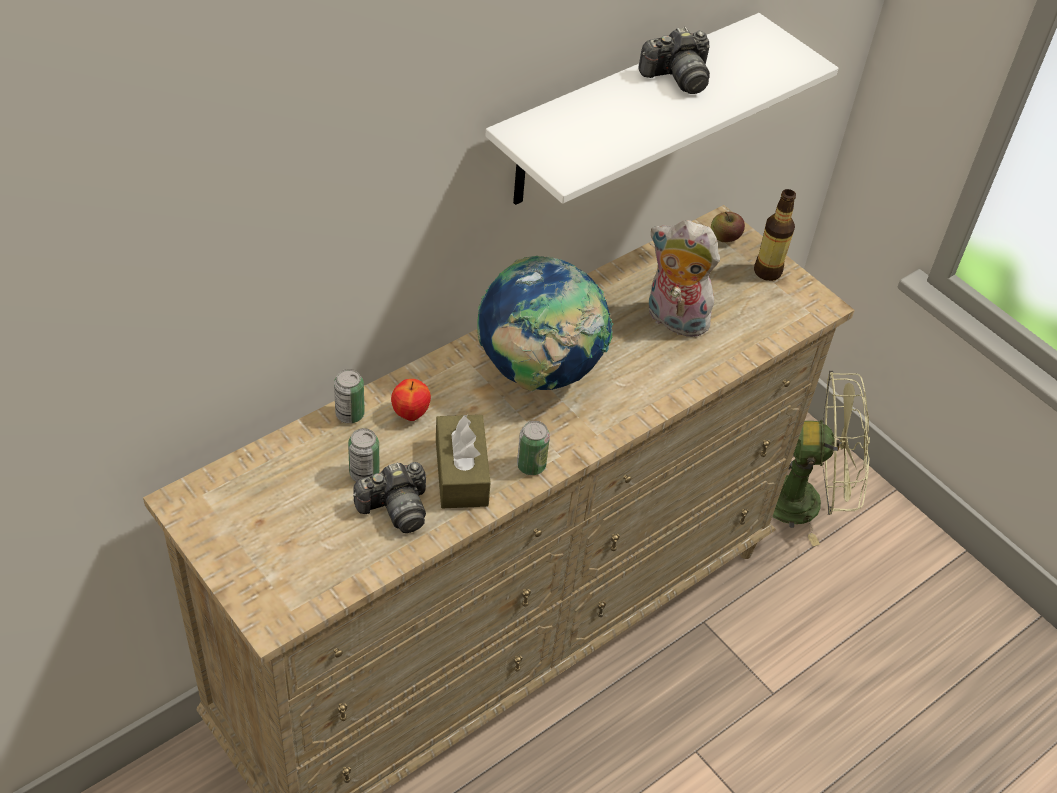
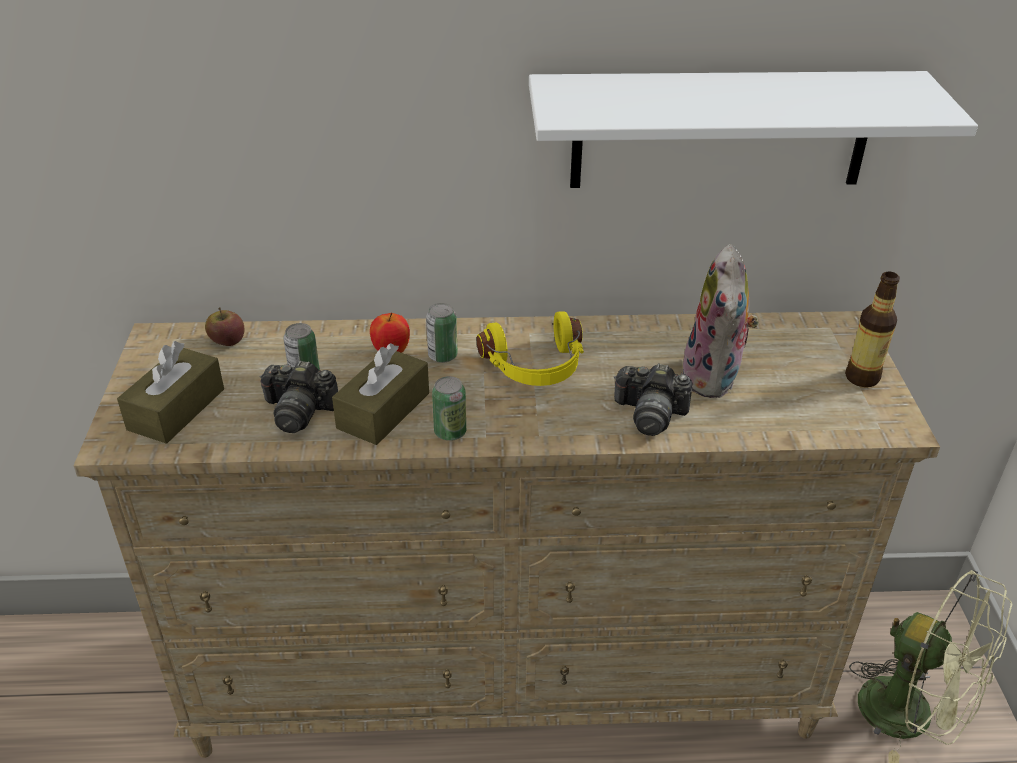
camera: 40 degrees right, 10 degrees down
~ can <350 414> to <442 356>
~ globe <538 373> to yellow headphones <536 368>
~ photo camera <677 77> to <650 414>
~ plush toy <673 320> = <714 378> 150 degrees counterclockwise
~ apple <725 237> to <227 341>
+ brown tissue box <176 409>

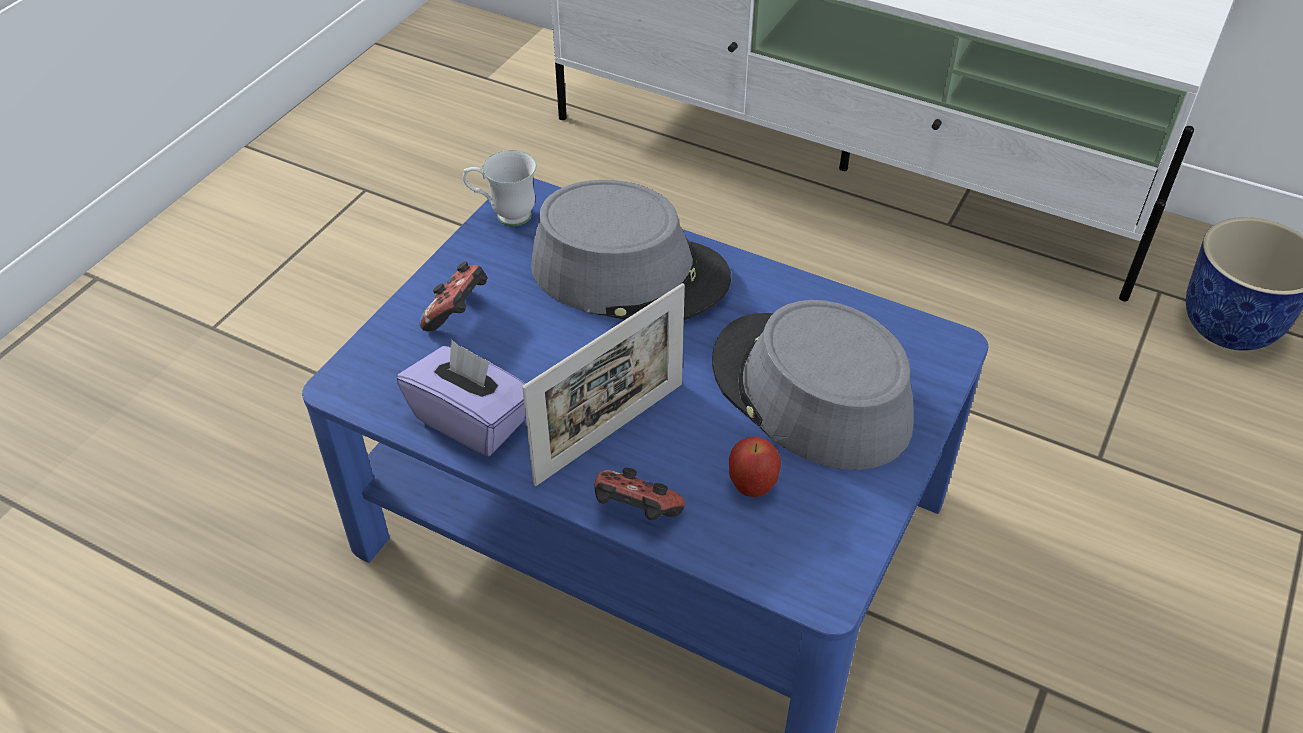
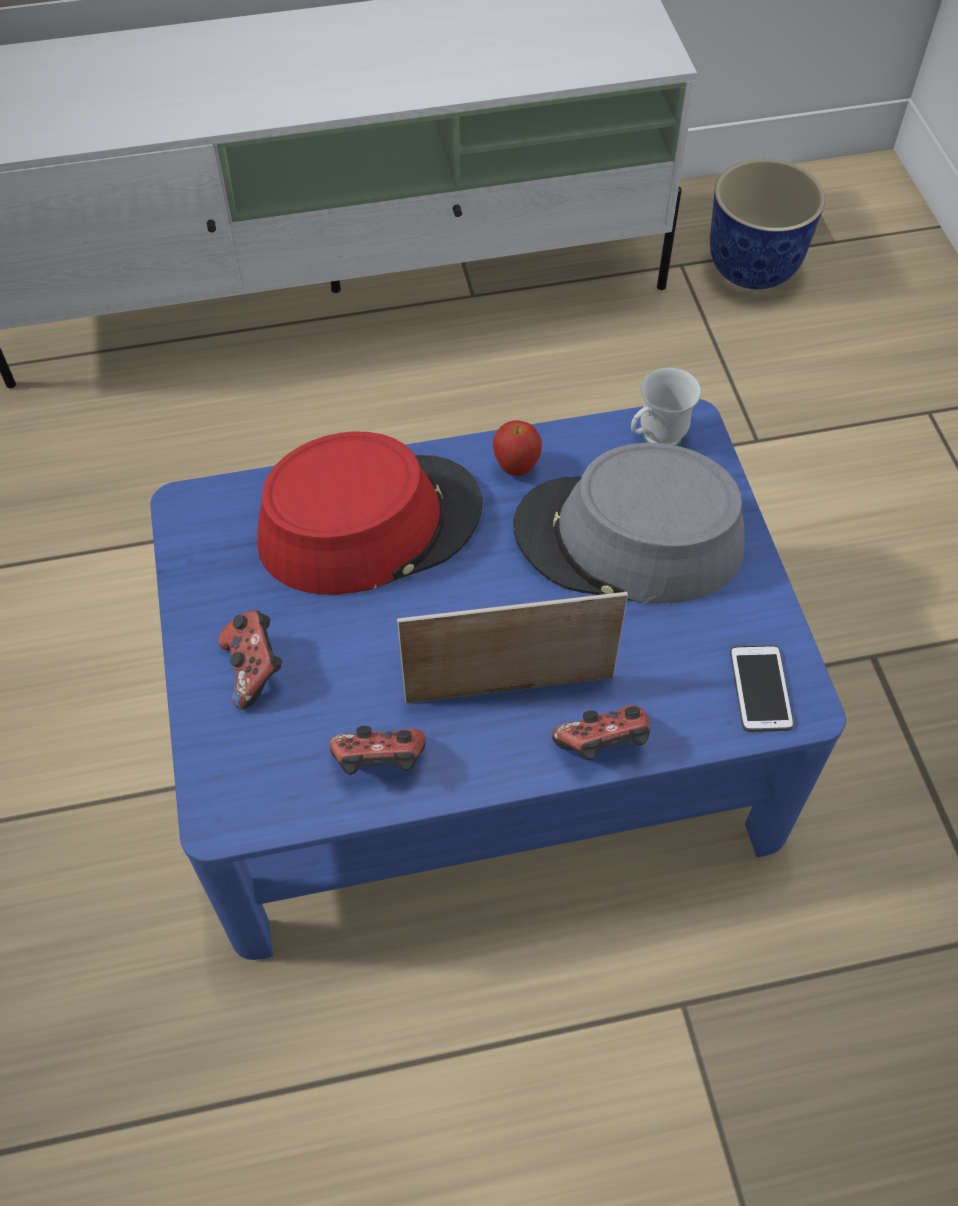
camera: 40 degrees left, 10 degrees up
~ purple tissue box <471 420> to game controller <380 764>
~ white mug <504 215> to <654 441>
~ picture frame <610 432> = <509 689> 105 degrees counterclockwise
~ grey hat <630 273> to red hat <370 524>
~ apple <752 487> to <516 467>
+ phone <760 689>

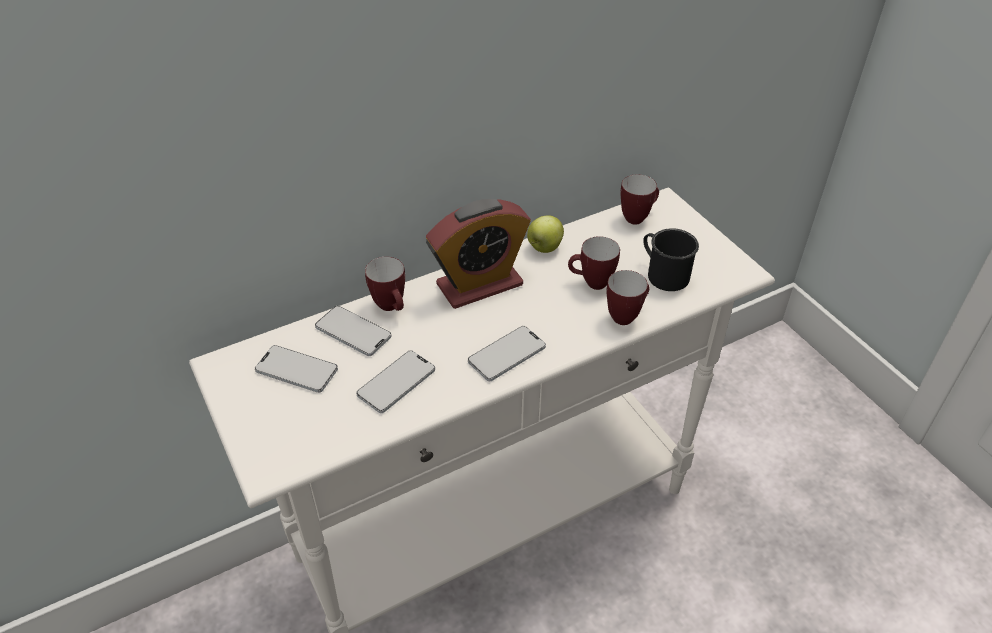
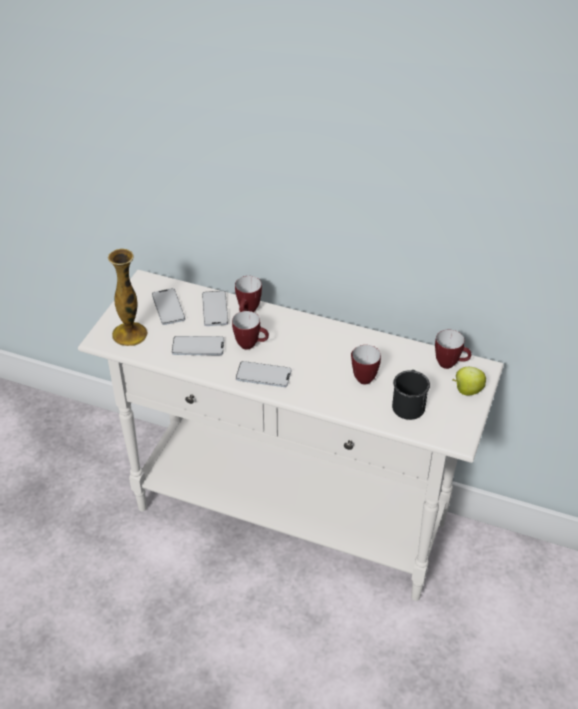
camera: 50 degrees right, 0 degrees up
- alarm clock <479 285>
~ apple <544 248> to <467 390>
~ mug <626 315> to <251 345>
+ vase <129 334>

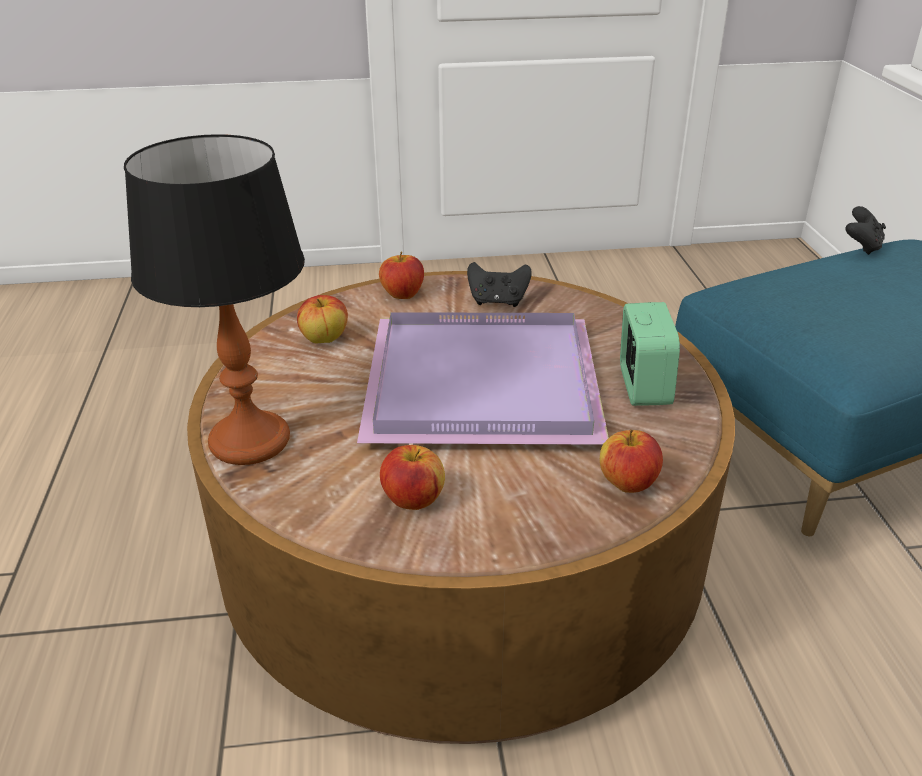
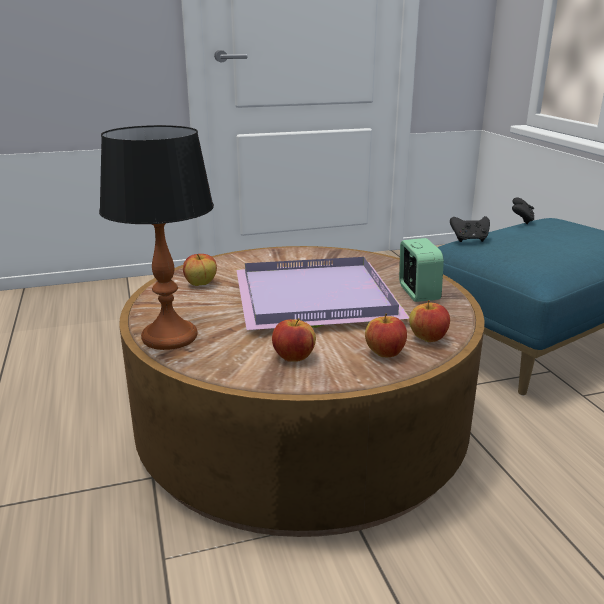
camera: 10 degrees left, 10 degrees down
~ apple <402 295> to <385 353>
~ black game controller <498 301> to <469 240>

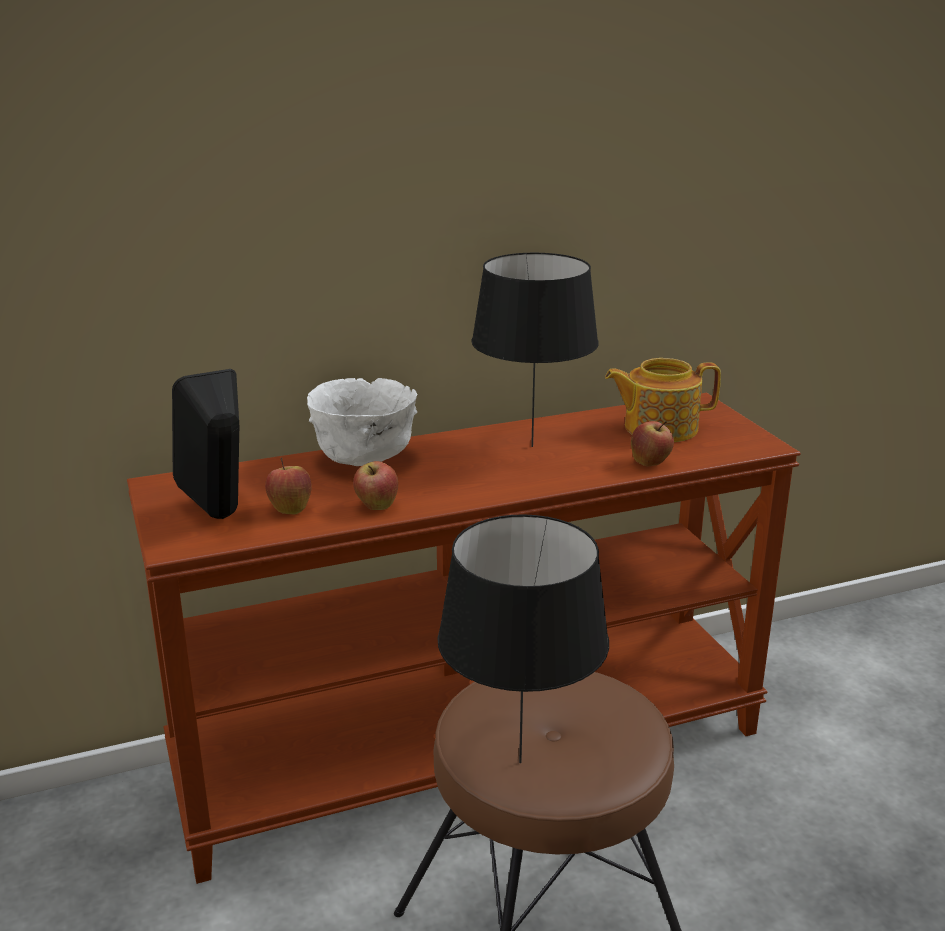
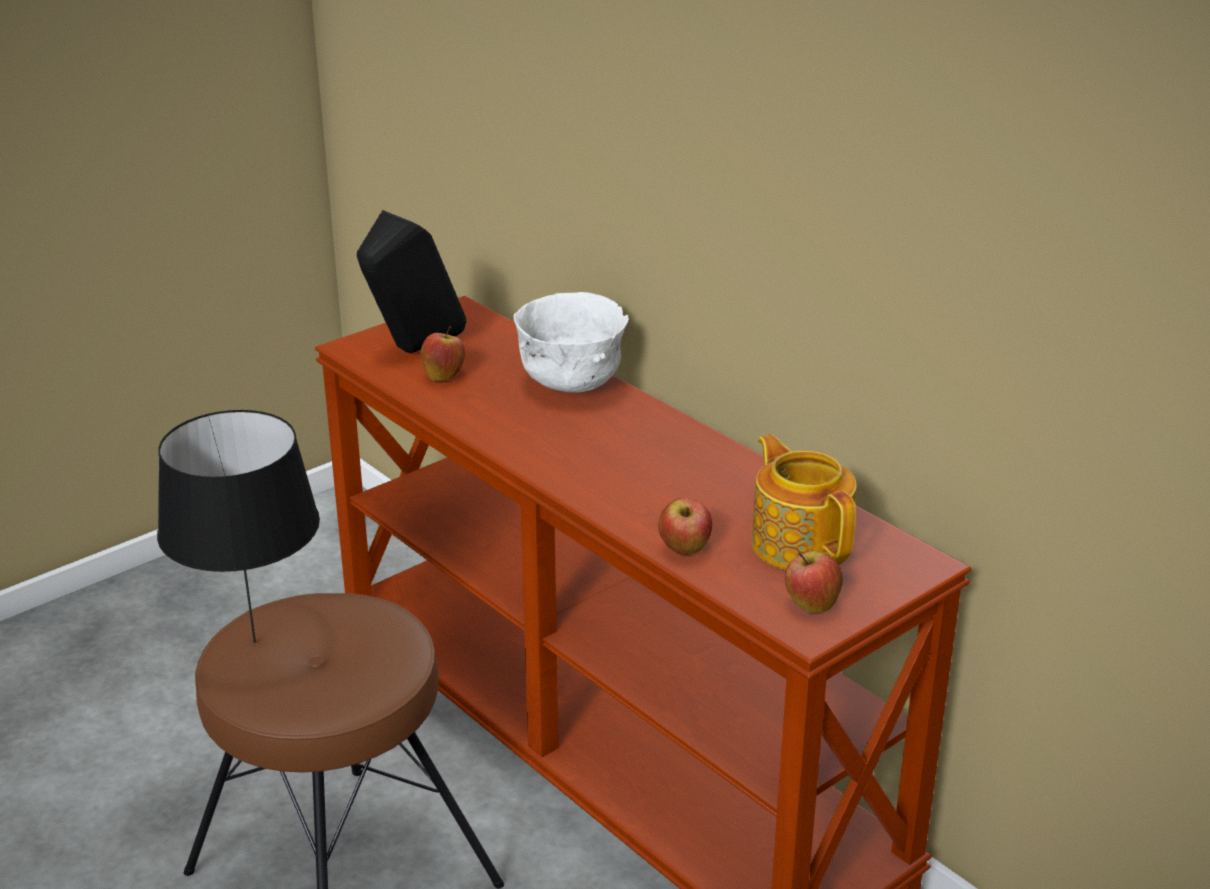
camera: 70 degrees right, 5 degrees up
~ apple <376 507> to <811 605>
- black table lamp <533 446>

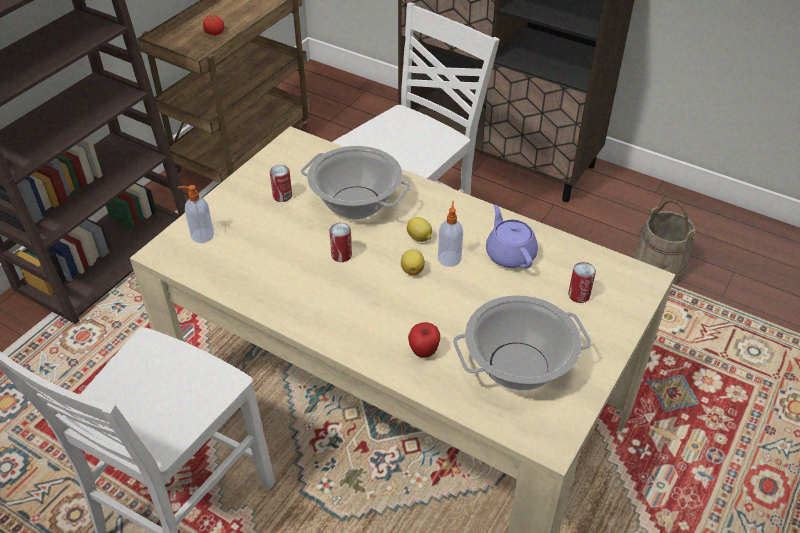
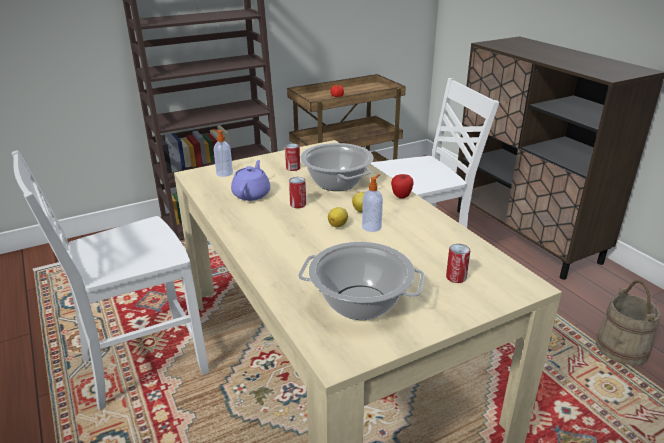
camera: 30 degrees right, 15 degrees down
~ apple <424 352> to <401 196>
~ purple teapot <510 254> to <252 194>

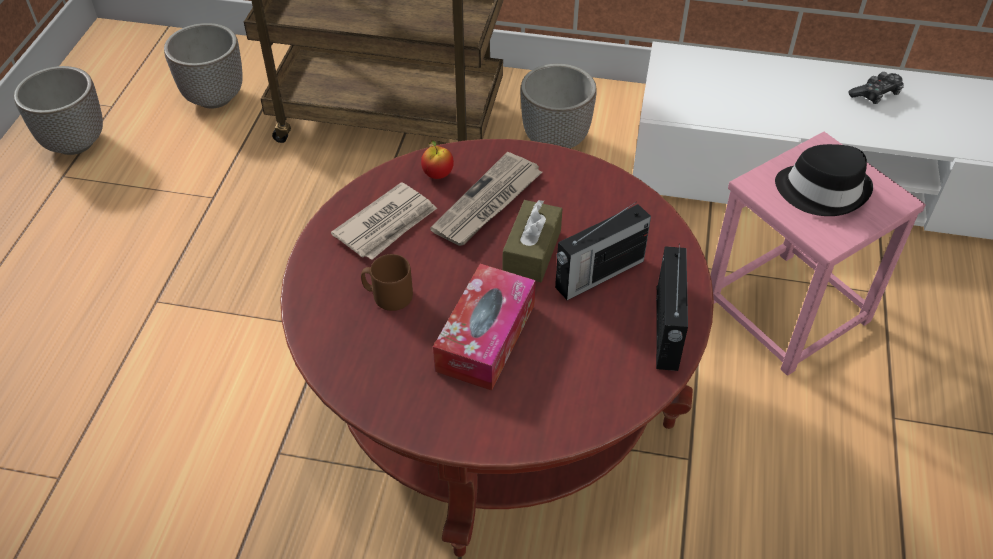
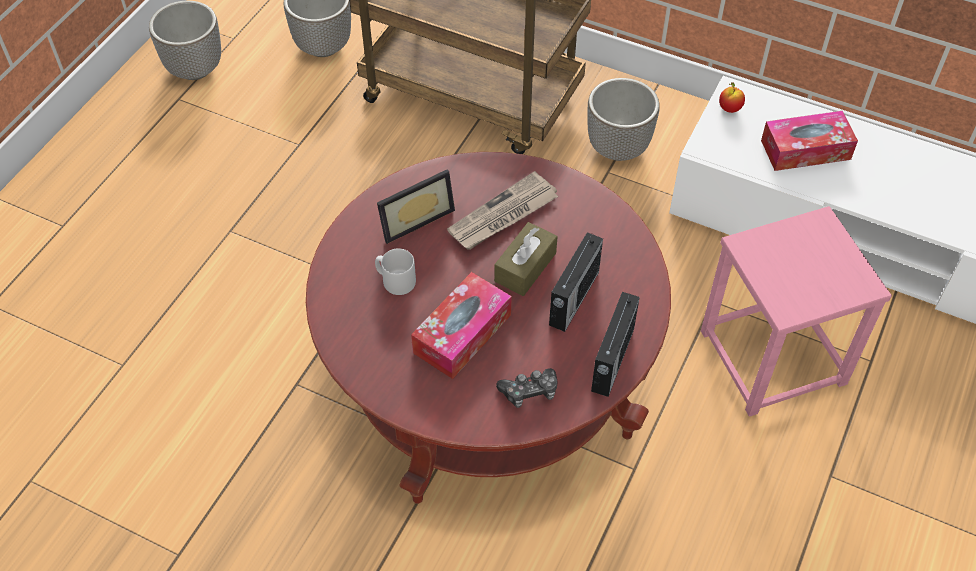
camera: 15 degrees right, 5 degrees up
~ newspaper <387 224> to picture frame <413 217>
~ brown mug <388 296> to grey mug <395 281>
~ apple <437 174> to <729 109>
~ radio <598 274> = <573 299> 45 degrees counterclockwise
- black hat <822 190>
~ game controller <876 94> to <529 392>
+ tissue box <805 150>

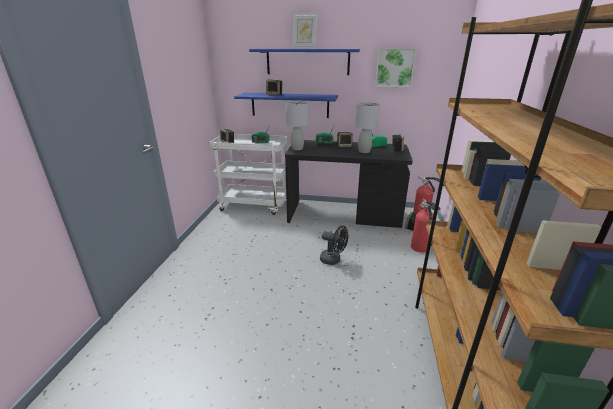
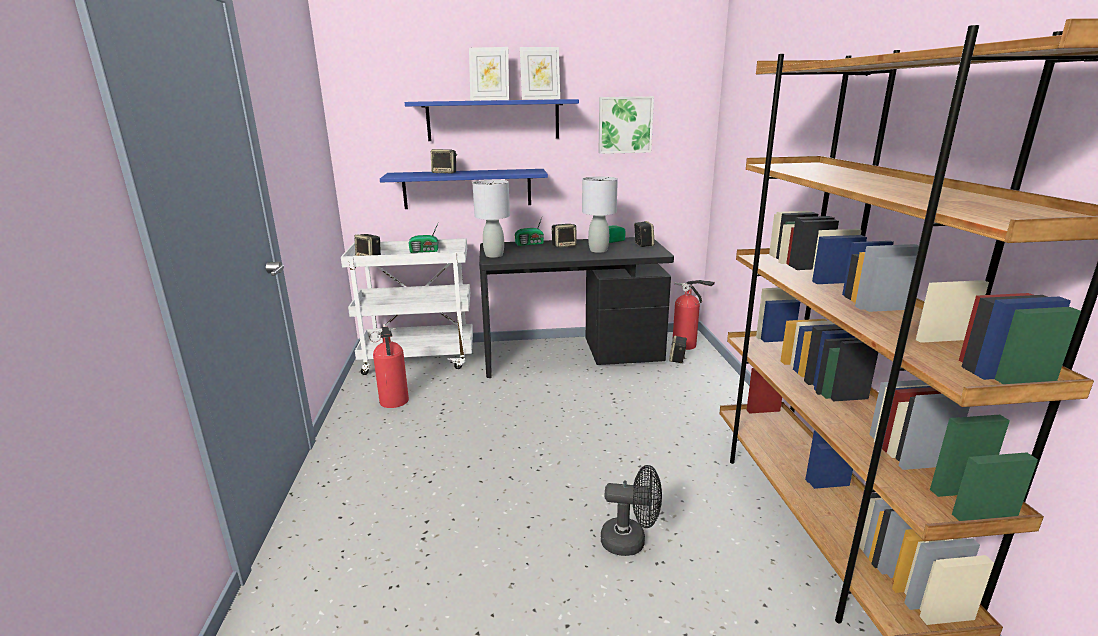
camera: 15 degrees left, 5 degrees down
~ black fan <333 260> to <630 541>
~ fire extinguisher <420 248> to <394 402>
+ picture frame <540 99>

